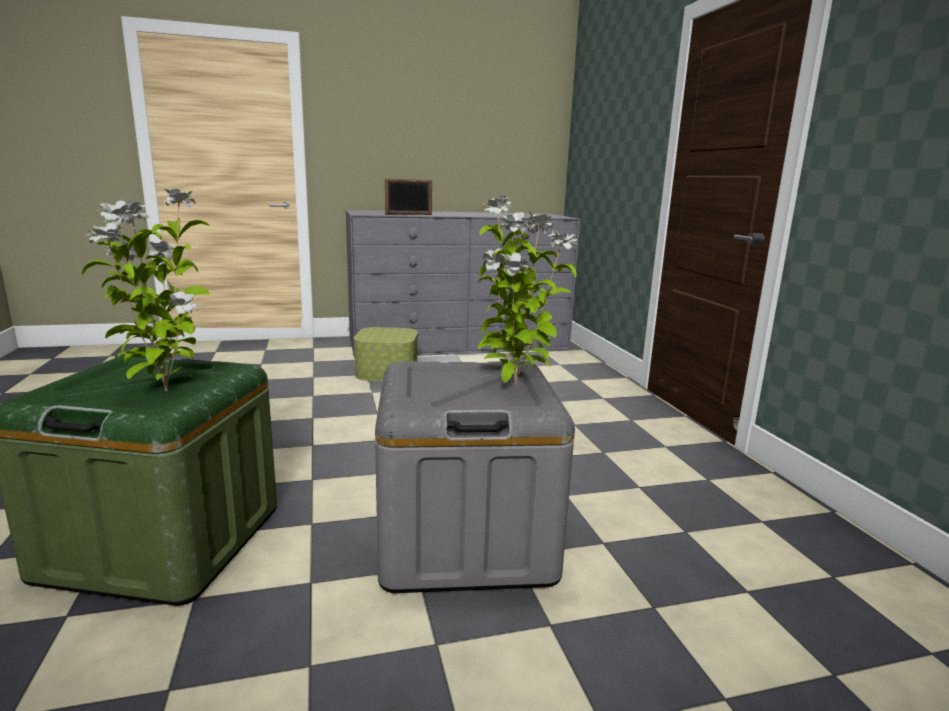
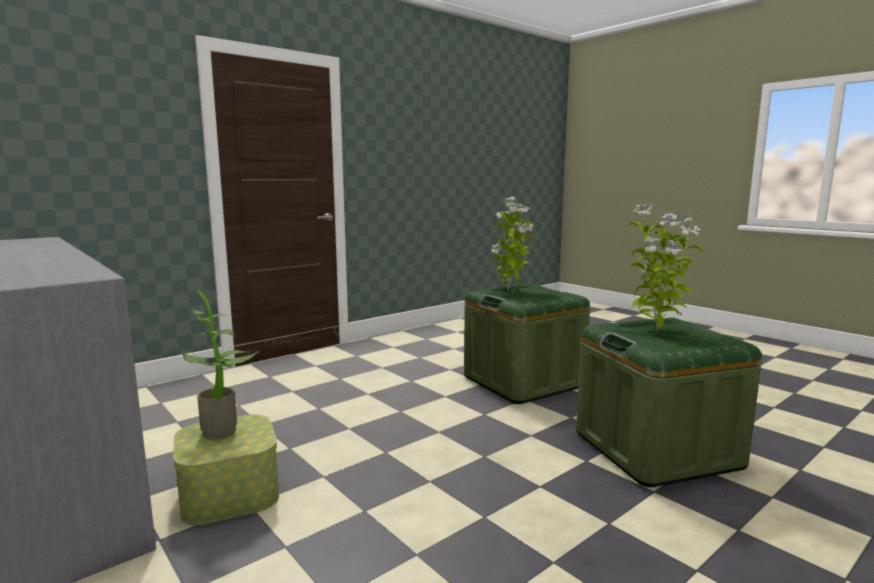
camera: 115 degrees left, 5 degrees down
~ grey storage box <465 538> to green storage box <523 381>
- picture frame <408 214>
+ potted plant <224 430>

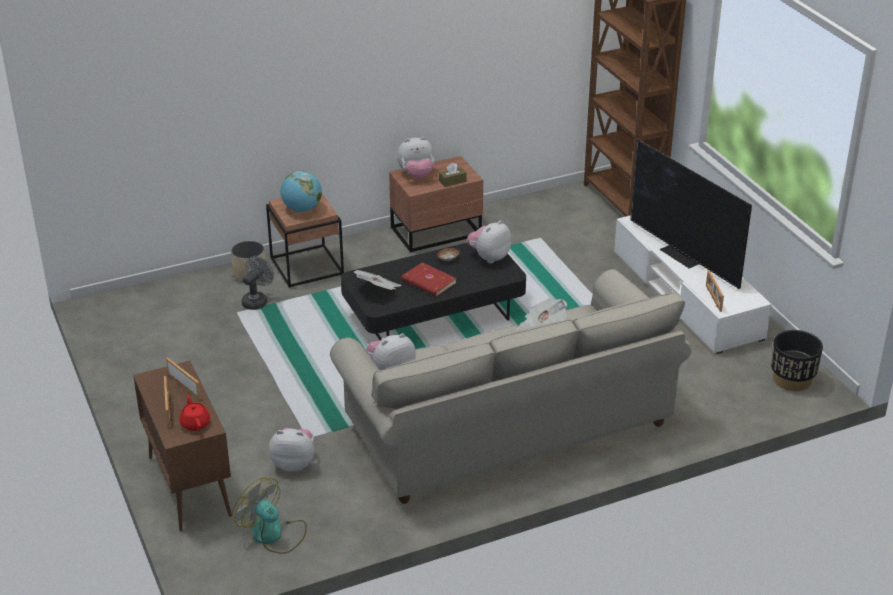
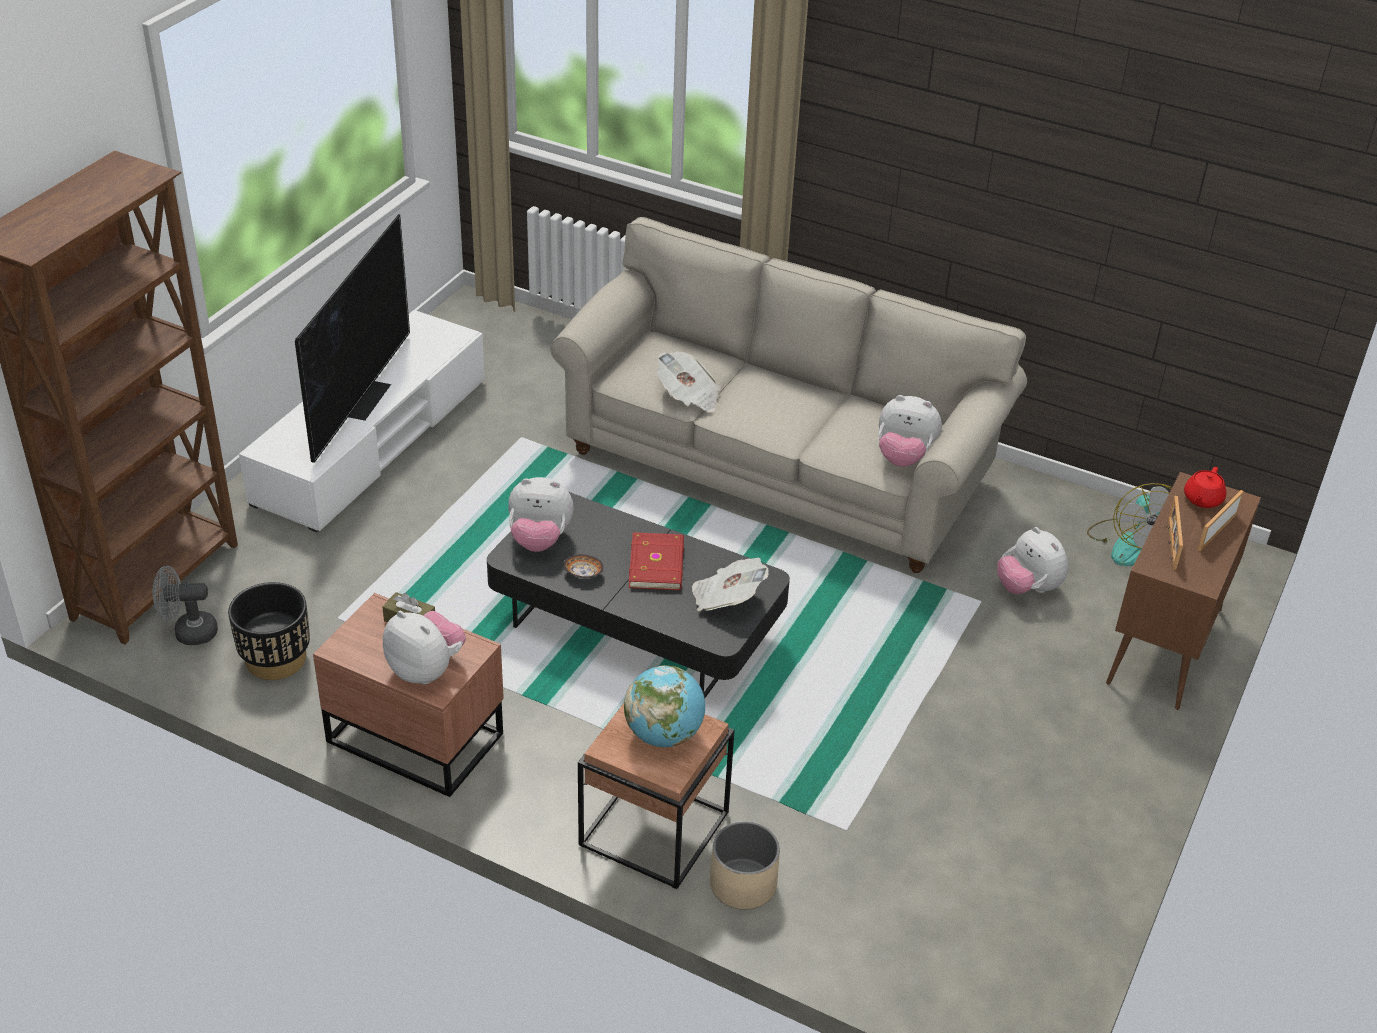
camera: 130 degrees left, 5 degrees up
~ grey fan <257 301> to <188 632>
- picture frame <712 298>
~ black planter <792 380> to <276 659>

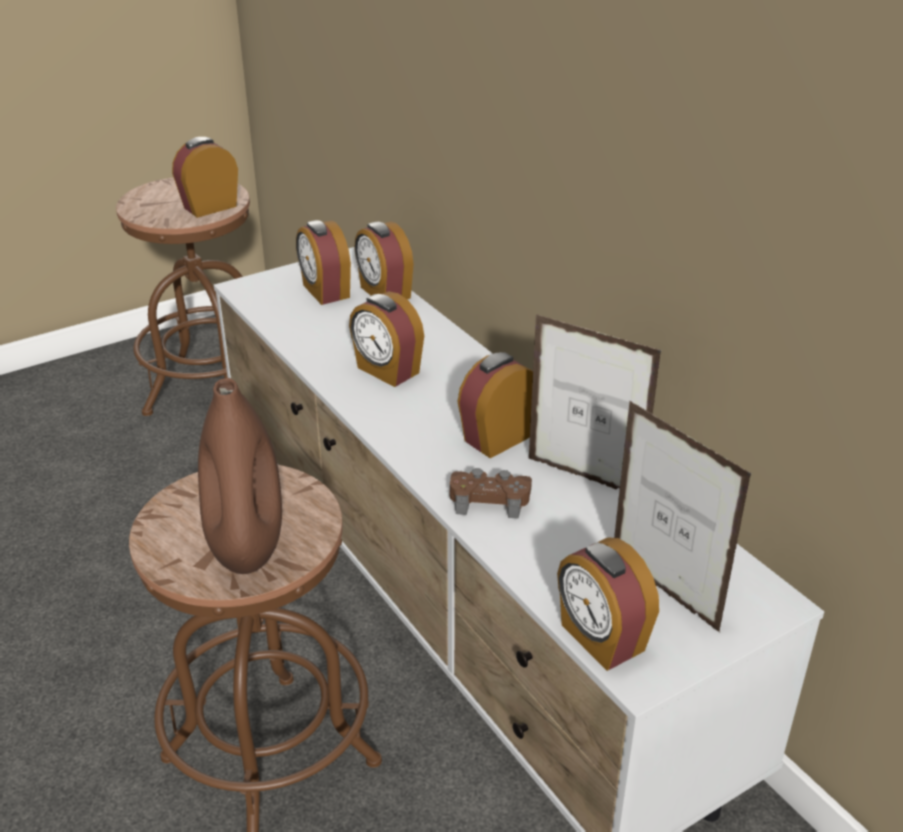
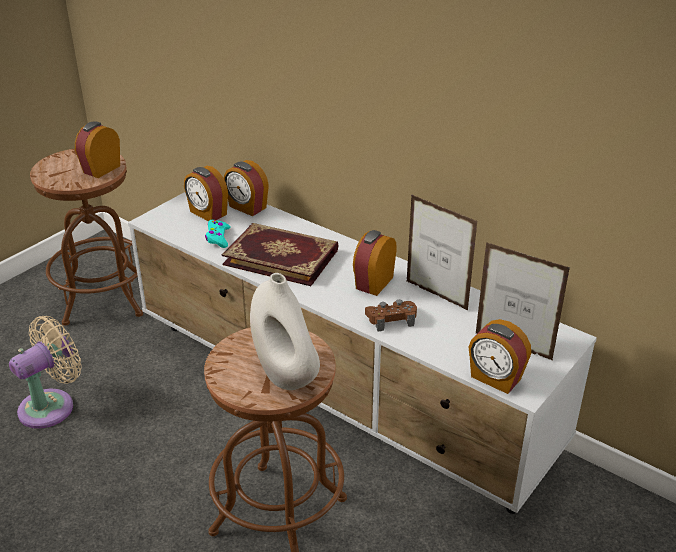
camera: 20 degrees left, 0 degrees up
~ brown vase <247 547> to white vase <286 374>
~ alarm clock <387 371> to book <281 256>
~ picture frame <584 478> = <436 295> 150 degrees counterclockwise
+ beige fan <52 406>
+ turquoise game controller <218 238>

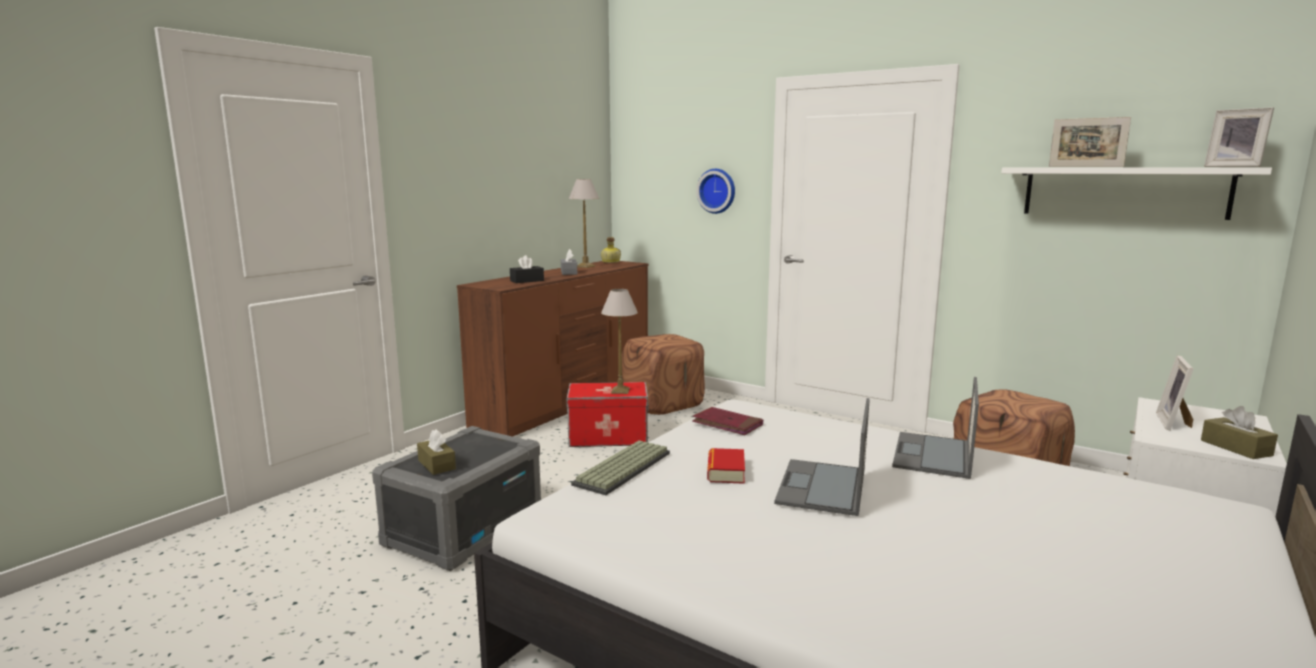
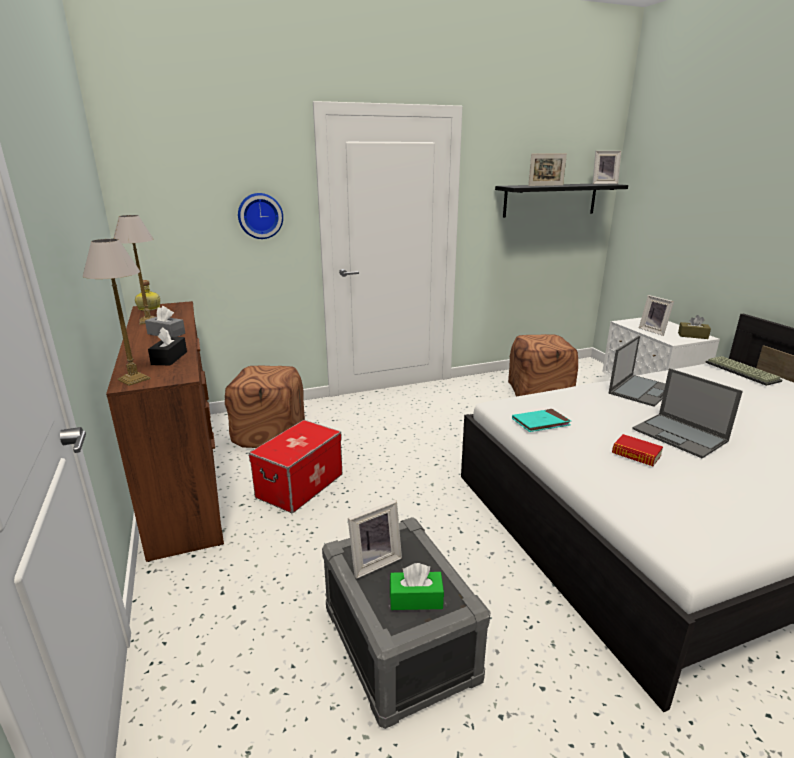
camera: 55 degrees left, 10 degrees up
~ brown tissue box <436 465> to green tissue box <416 599>
~ keyboard <624 469> to <743 371>
~ table lamp <620 391> to <135 379>
~ red book <727 424> to turquoise book <540 423>
~ laptop <933 455> = <641 390> 105 degrees counterclockwise
~ white shelf <1123 192> to black shelf <550 200>
+ picture frame <373 561>

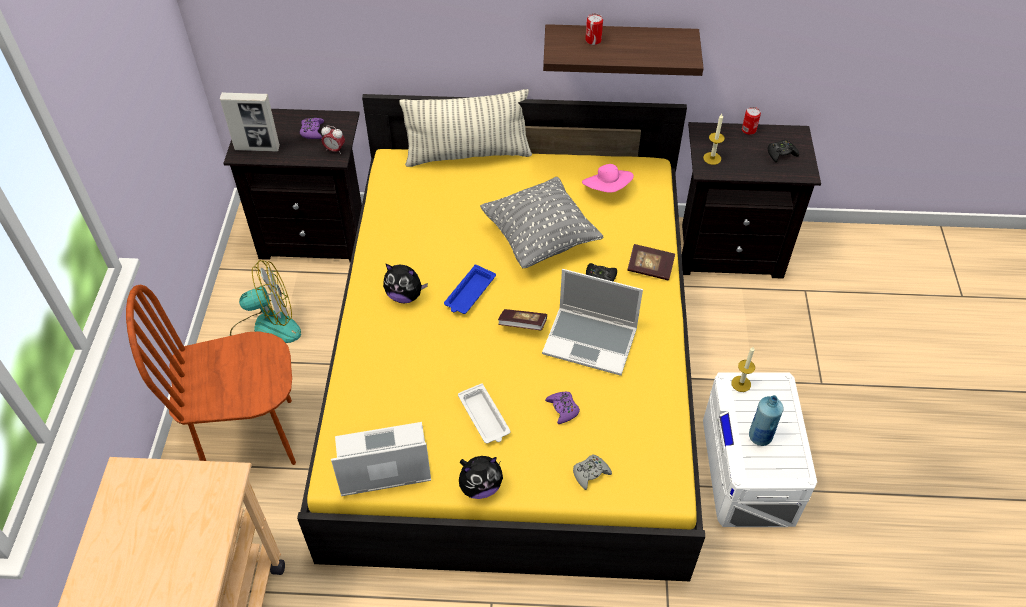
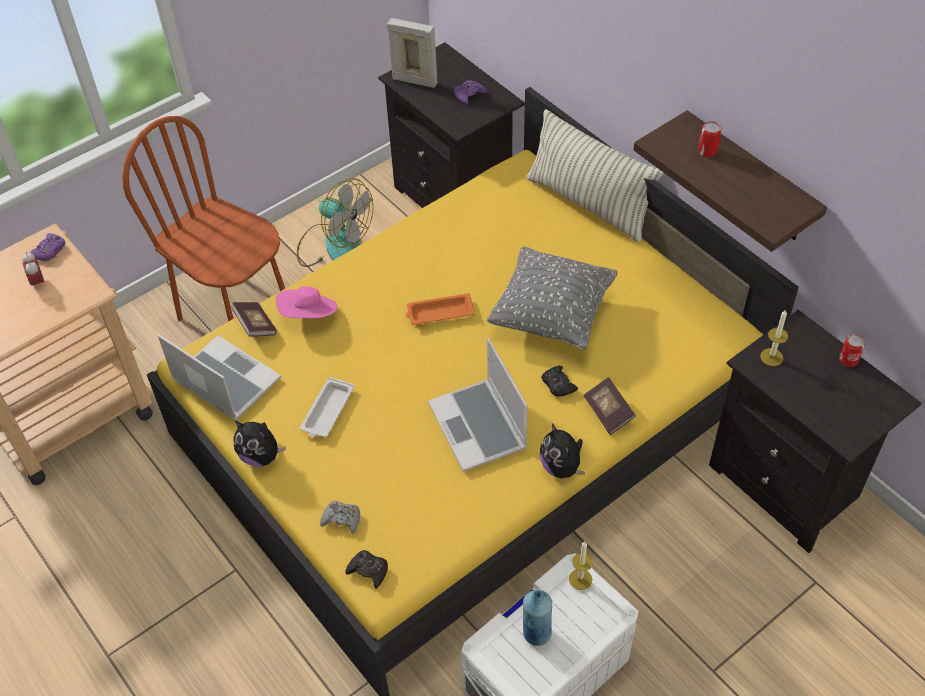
camera: 50 degrees right, 0 degrees up
~ picture frame <257 148> = <414 81> 150 degrees clockwise
~ alarm clock <334 150> to <38 282>
~ plush toy <405 296> to <561 467>
~ blue tray <469 293> to orange tray <439 313>
~ book <522 325> to <255 325>
~ purple game controller <563 409> to <49 251>
~ pink hat <607 189> to <309 314>
~ black game controller <781 153> to <368 571>

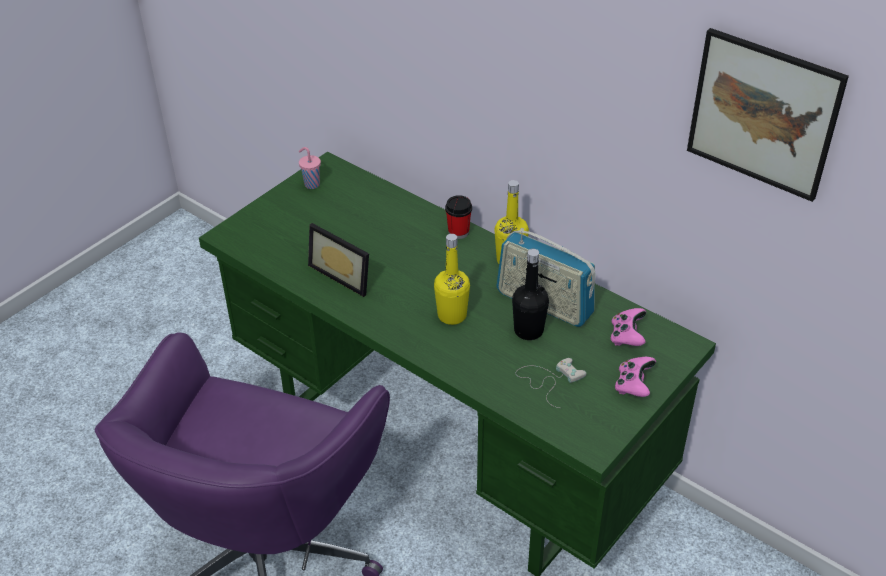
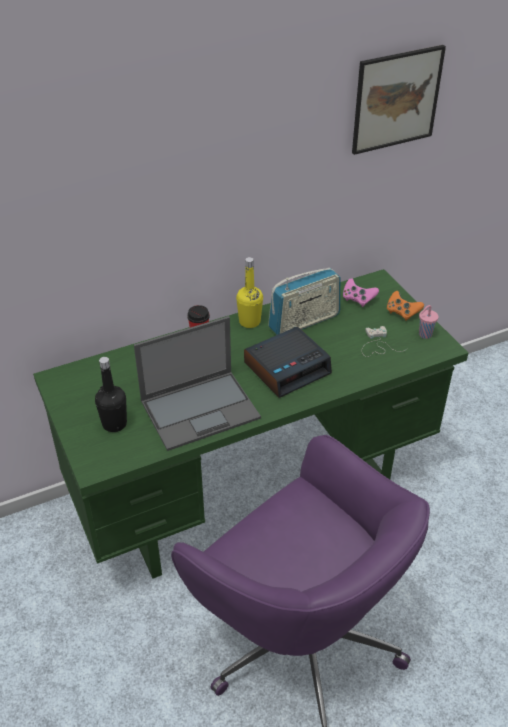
camera: 65 degrees left, 0 degrees up
~ pink cup <311 184> to <424 335>
~ picture frame <345 274> to laptop <201 409>
~ yellow bottle <452 315> to alarm clock <287 368>
~ black bottle <528 331> to <114 424>
~ pink game controller <633 385> to orange game controller <402 313>

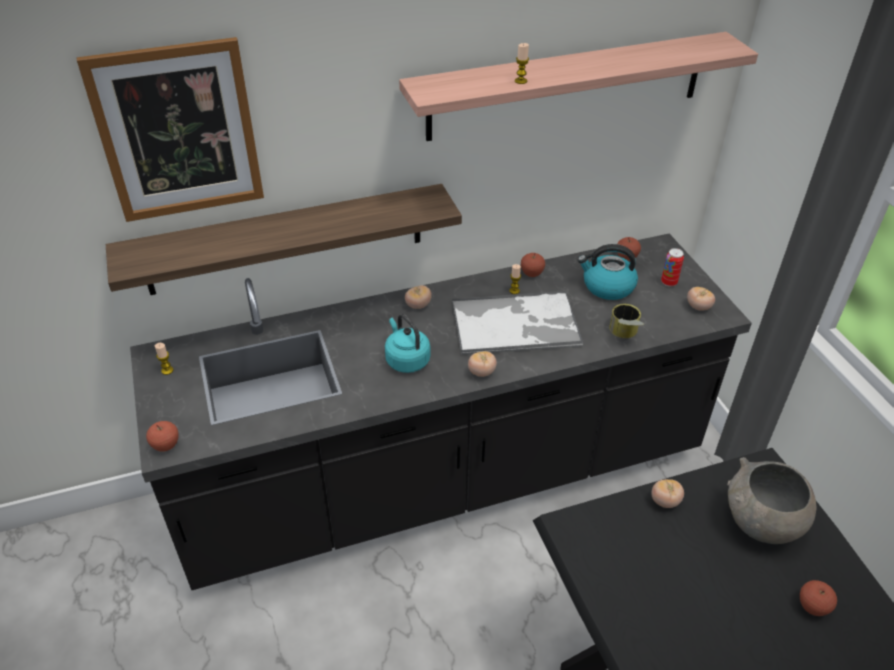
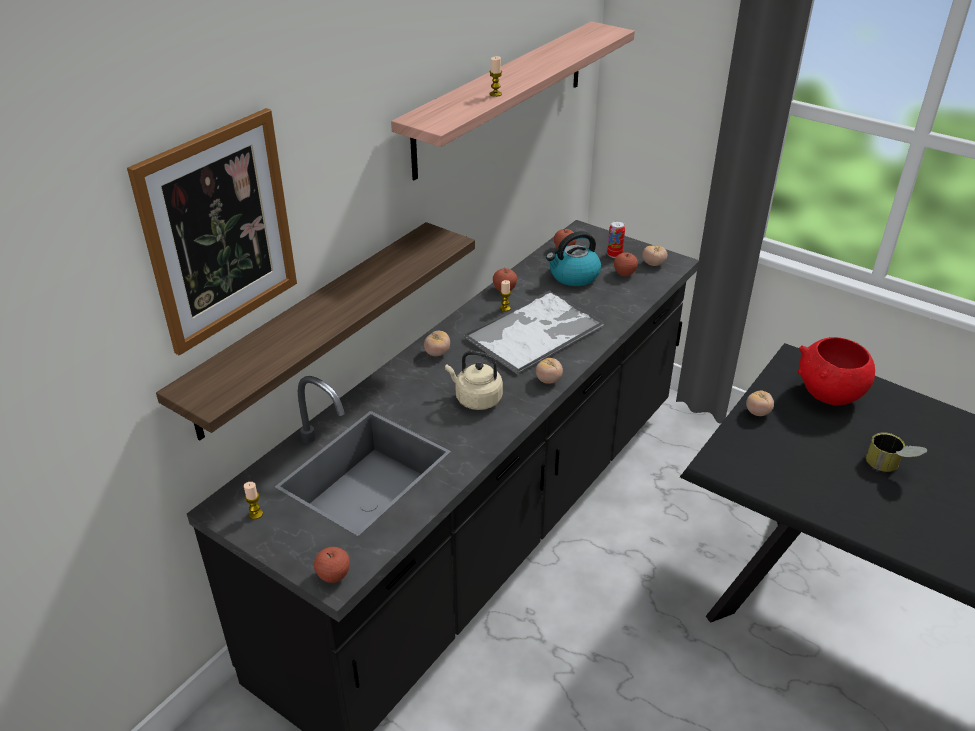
camera: 35 degrees left, 5 degrees down
~ turquoise kettle <406 359> to beige kettle <476 399>
~ can <624 335> to <890 466>
~ grey bowl <761 524> to red bowl <829 395>
~ apple <812 606> to <624 273>

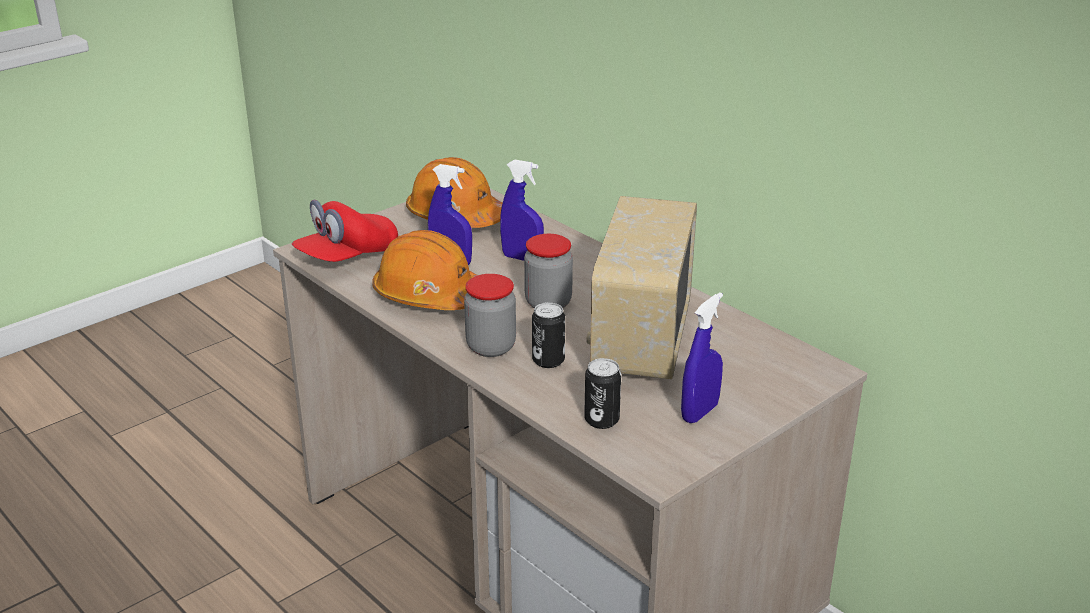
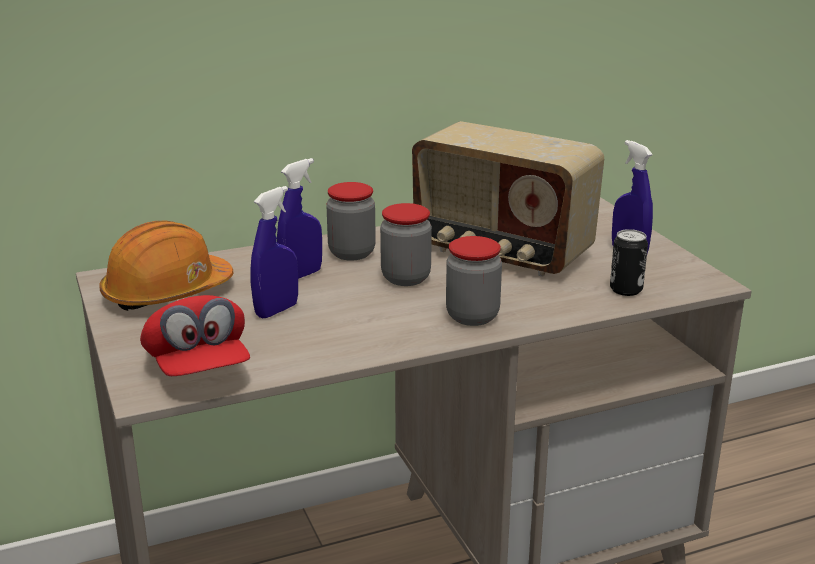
camera: 70 degrees left, 5 degrees down
- orange hard hat <429 296>
- can <548 360>
+ jar <352 253>

